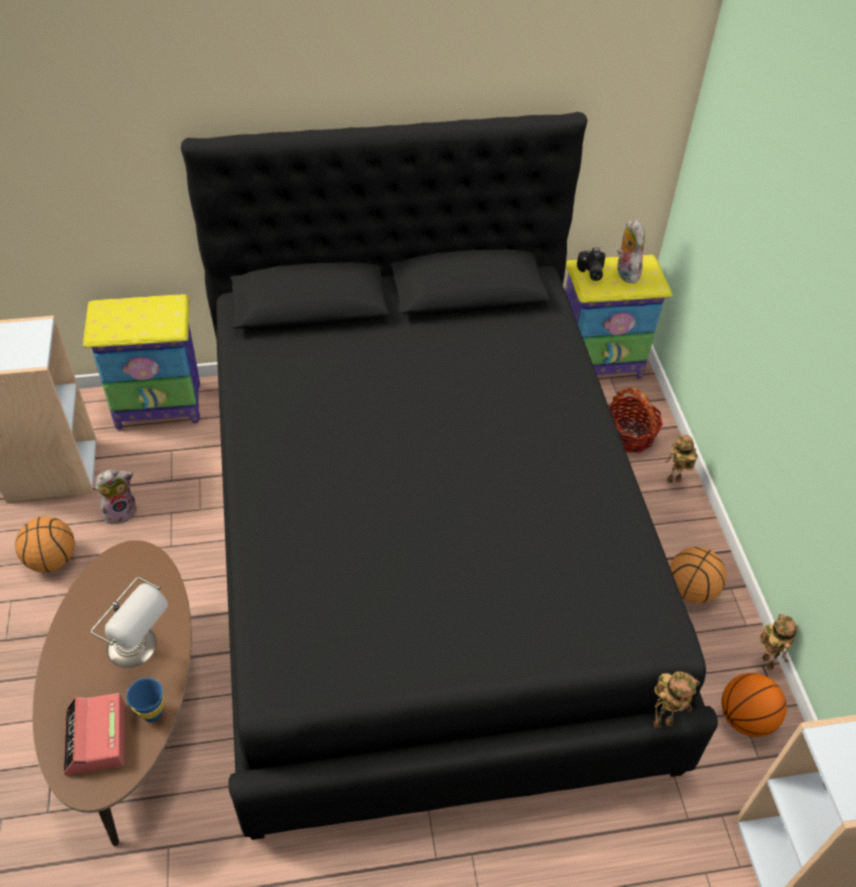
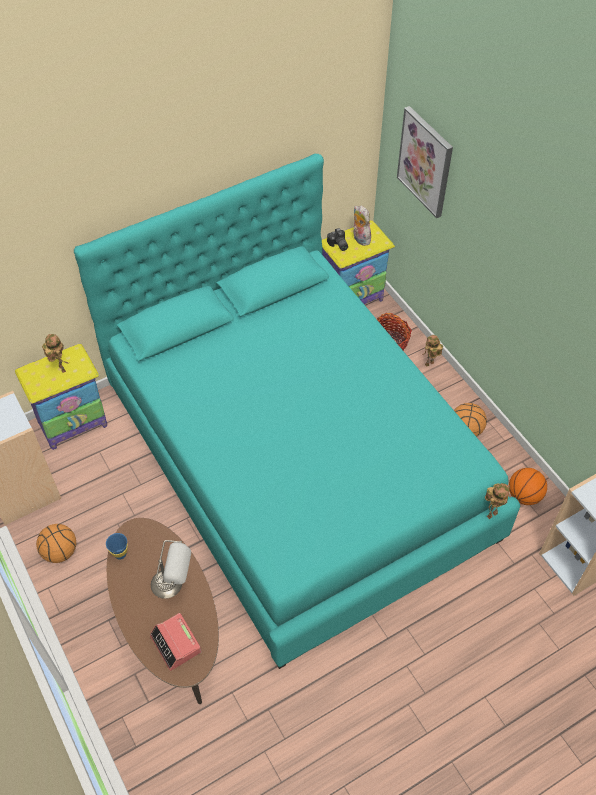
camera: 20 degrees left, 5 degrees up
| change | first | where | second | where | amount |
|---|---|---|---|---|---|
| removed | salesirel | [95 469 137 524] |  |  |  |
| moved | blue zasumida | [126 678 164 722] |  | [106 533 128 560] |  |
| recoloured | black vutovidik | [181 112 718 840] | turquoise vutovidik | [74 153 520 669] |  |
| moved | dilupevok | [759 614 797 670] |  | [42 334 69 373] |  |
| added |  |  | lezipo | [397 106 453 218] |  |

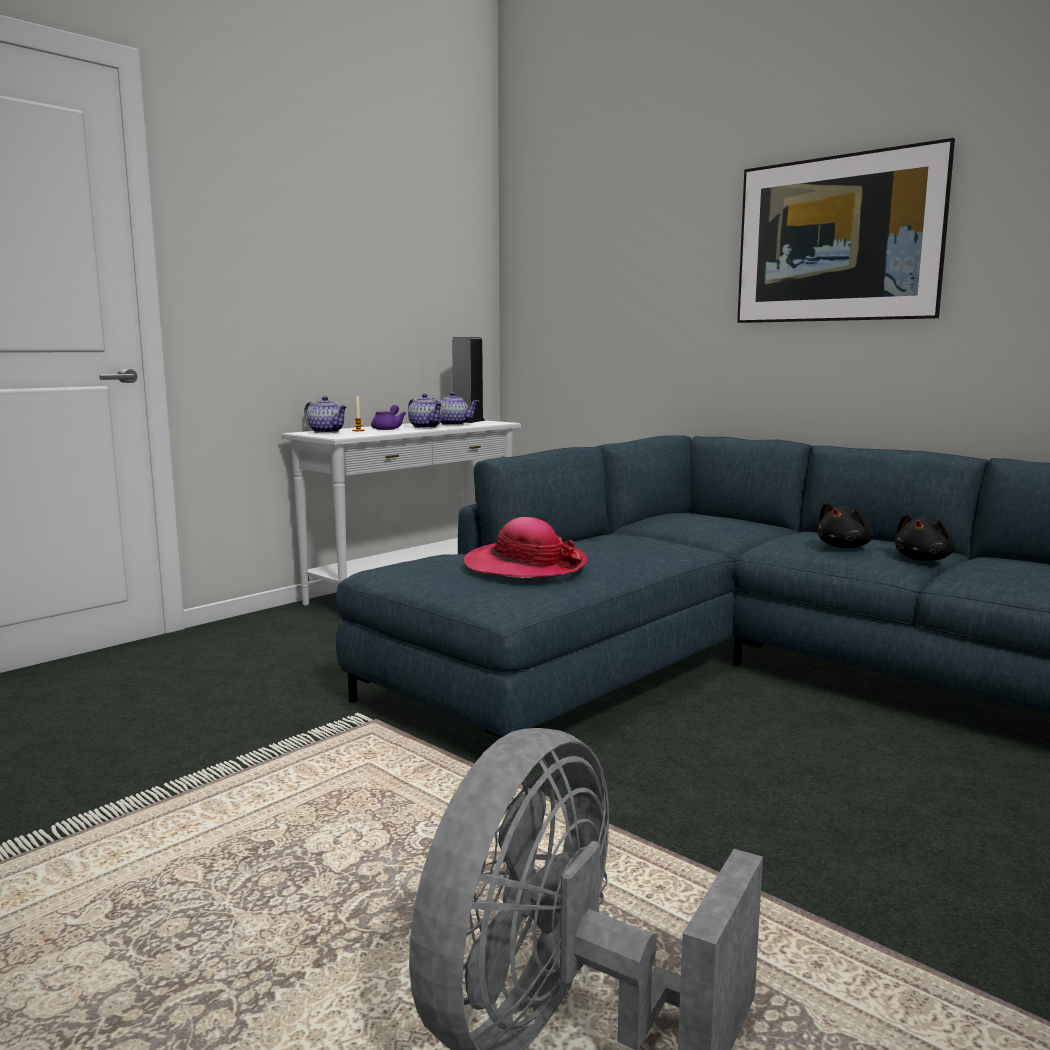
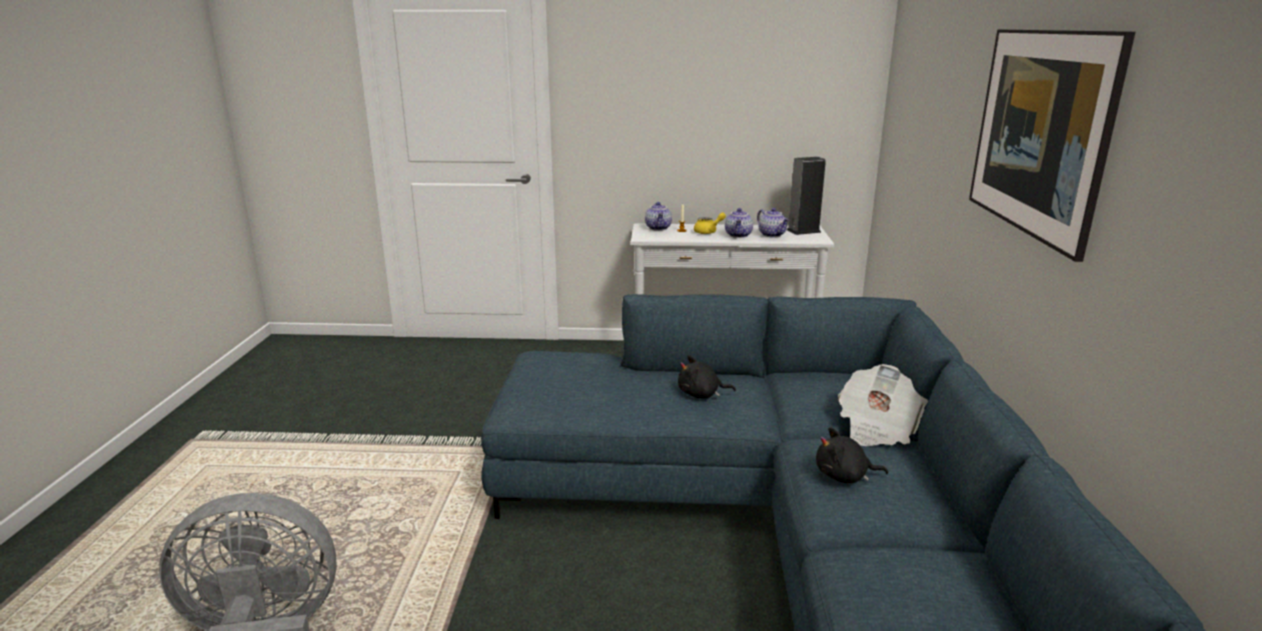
camera: 50 degrees right, 10 degrees up
| change | first | where | second | where | amount |
|---|---|---|---|---|---|
| recoloured | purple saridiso | [371 405 406 430] | yellow saridiso | [694 212 726 234] |  |
| removed | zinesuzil | [464 517 588 578] |  |  |  |
| moved | black salesirel | [895 514 955 561] |  | [678 355 736 399] |  |
| added |  |  | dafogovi | [838 364 928 446] |  |

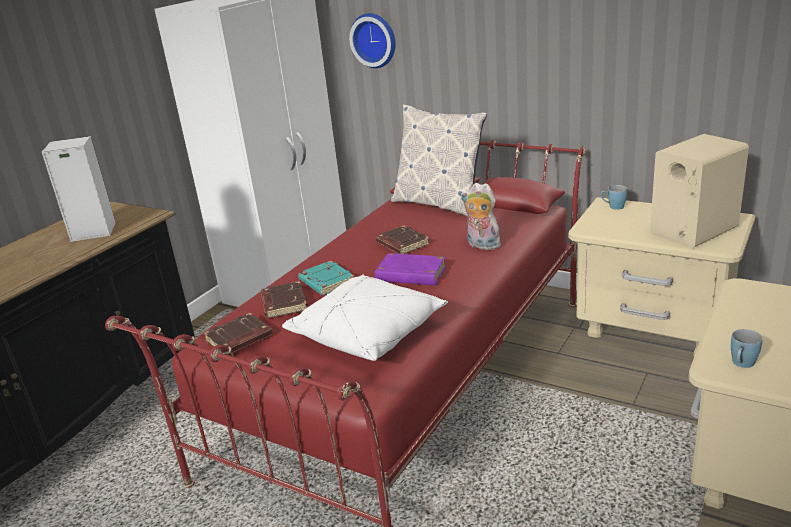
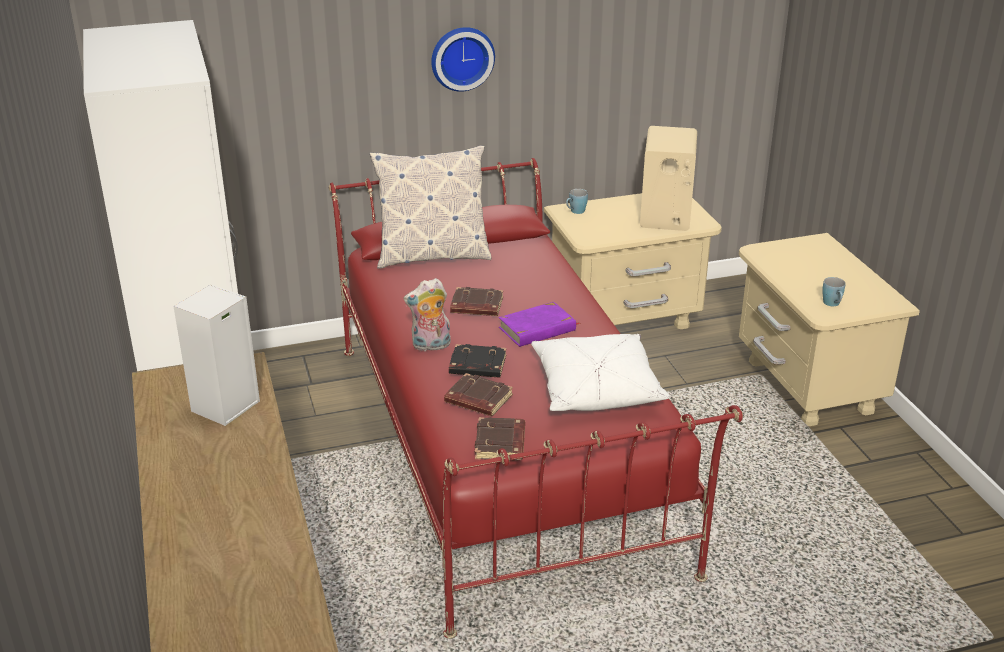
camera: 50 degrees left, 5 degrees up
| change | first | where | second | where | amount |
|---|---|---|---|---|---|
| recoloured | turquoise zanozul | [298 260 355 295] | black zanozul | [449 344 506 378] |  |
| moved | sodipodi | [349 13 396 68] |  | [431 27 495 92] |  |
| moved | salesirel | [461 183 503 250] |  | [403 278 451 351] |  |

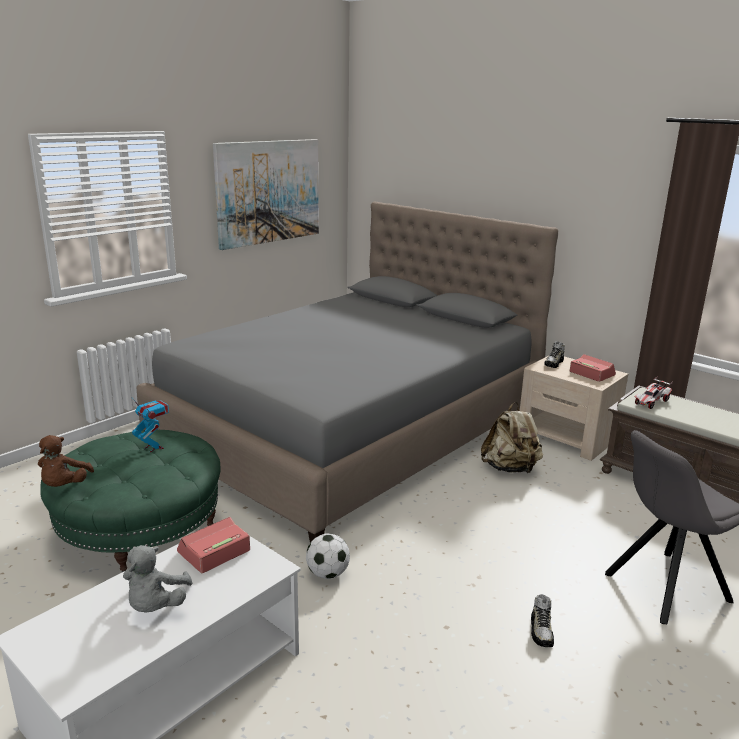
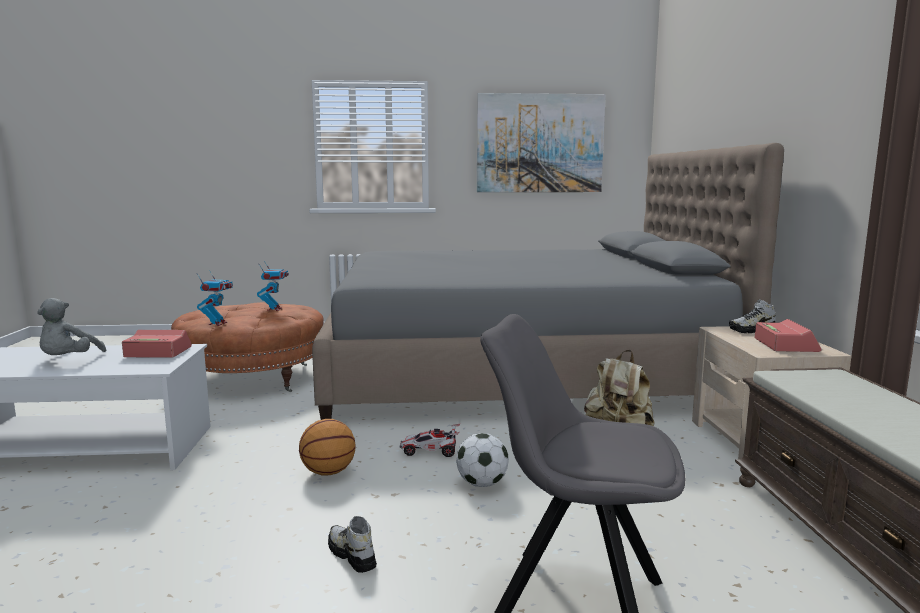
camera: 45 degrees right, 10 degrees down
| change | first | where | second | where | amount |
|---|---|---|---|---|---|
| removed | brown salesirel | [38 435 94 487] |  |  |  |
| recoloured | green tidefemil | [40 430 221 572] | brown tidefemil | [171 302 324 392] |  |
| turned | grey salesirel | [123 545 192 613] |  | [37 298 106 355] | 45 degrees counterclockwise |
| moved | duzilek | [306 533 350 579] |  | [456 433 509 487] |  |
| turned | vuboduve | [531 594 554 647] |  | [328 516 377 573] | 90 degrees clockwise |
| moved | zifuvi | [635 377 673 409] |  | [400 424 460 457] |  |
| added |  |  | dilupevok | [197 270 233 326] |  |
| added |  |  | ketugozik | [299 419 355 476] |  |

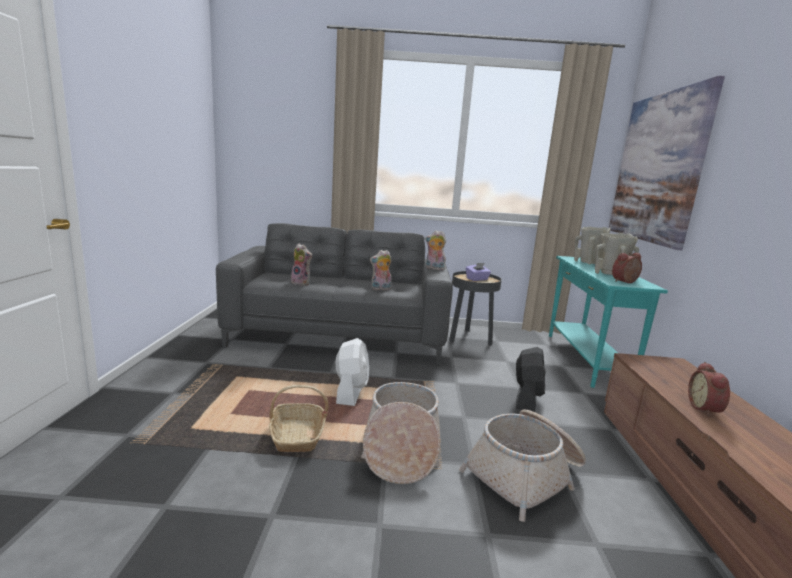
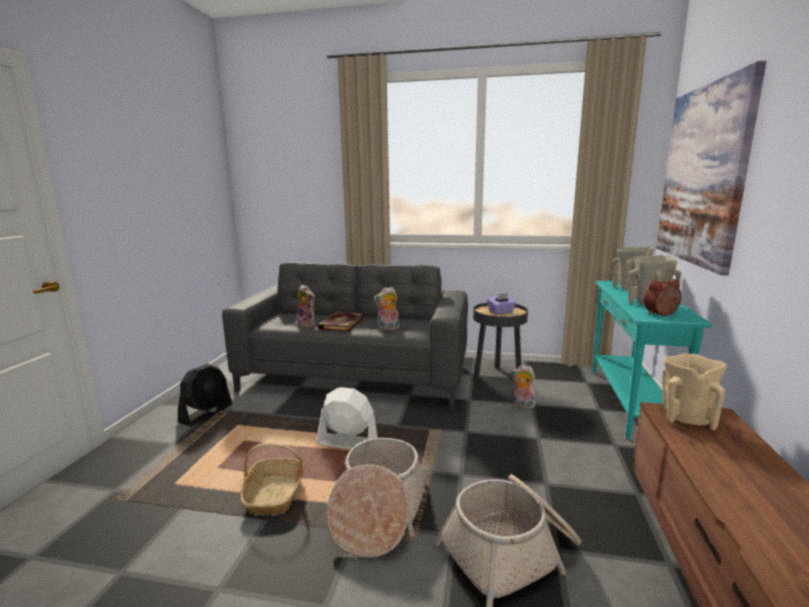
camera: 10 degrees right, 0 degrees up
| change | first | where | second | where | amount |
|---|---|---|---|---|---|
| turned | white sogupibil | [336 338 369 406] |  | [317 387 378 449] | 90 degrees counterclockwise |
| moved | salesirel | [425 230 446 270] |  | [510 365 535 409] |  |
| moved | black sogupibil | [516 347 546 412] |  | [178 364 232 427] |  |
| removed | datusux | [688 362 730 417] |  |  |  |
| added |  |  | zanozul | [318 312 364 332] |  |
| added |  |  | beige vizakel | [662 353 727 430] |  |

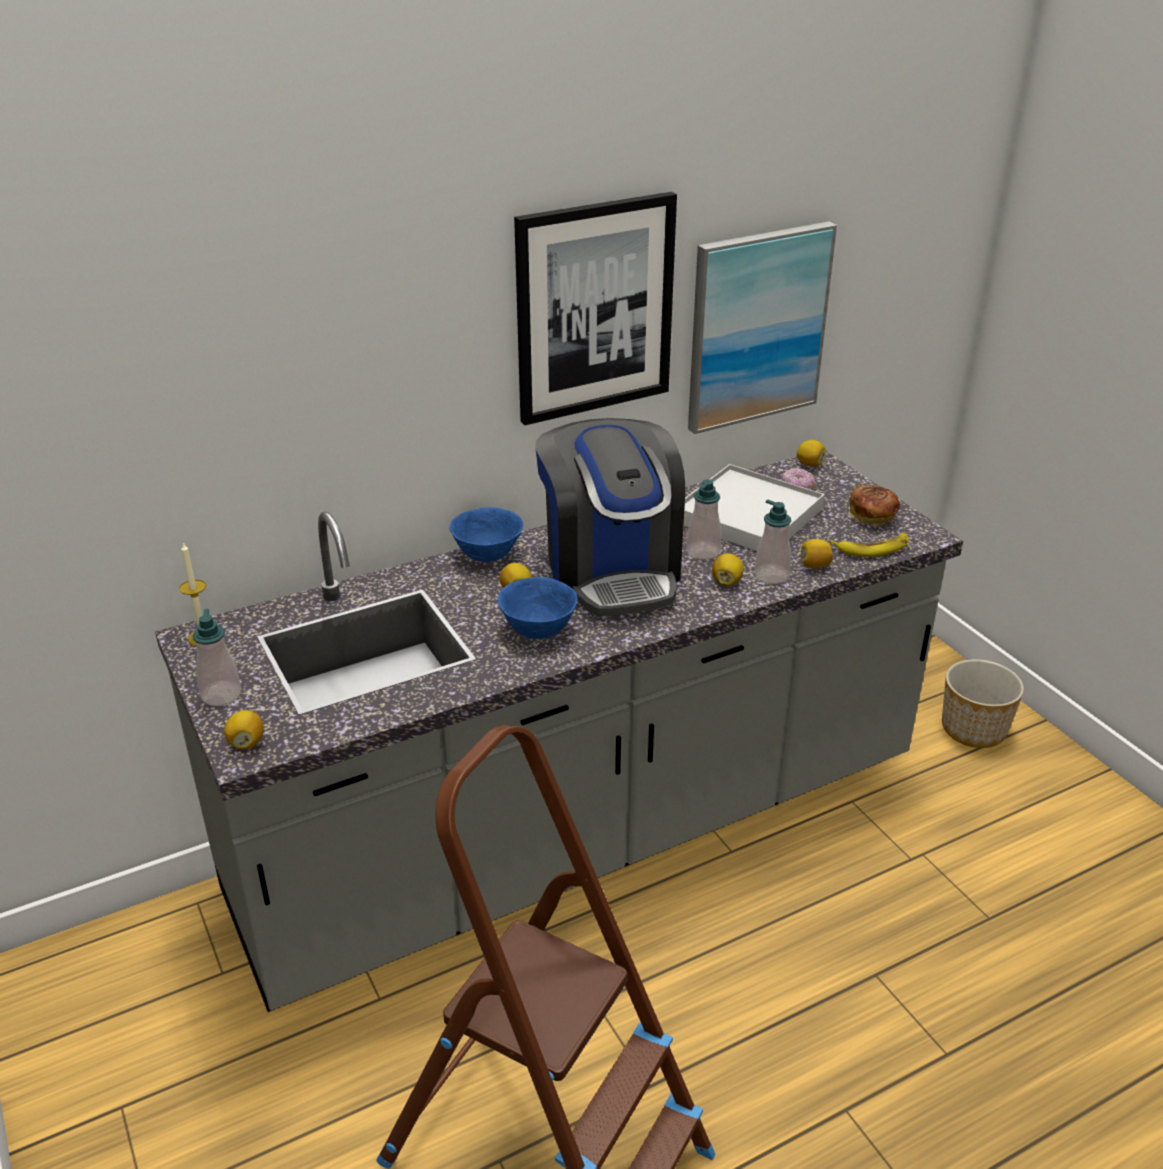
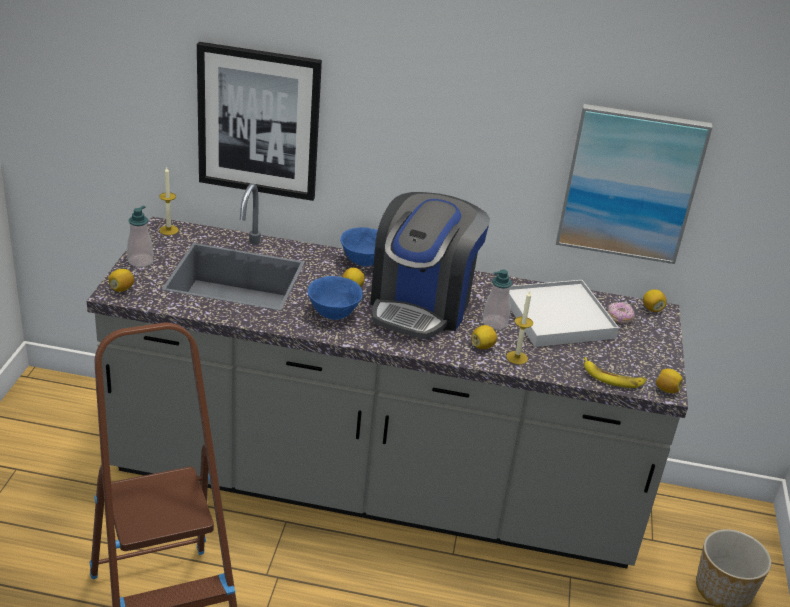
camera: 35 degrees right, 0 degrees up
| change | first | where | second | where | amount |
|---|---|---|---|---|---|
| moved | lezipo | [514 192 677 425] |  | [197 42 322 201] |  |
| replaced | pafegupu | [755 500 791 584] | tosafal | [506 291 533 364] |  |
| moved | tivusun | [801 539 833 568] |  | [656 369 683 393] |  |
| removed | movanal | [848 485 900 526] |  |  |  |

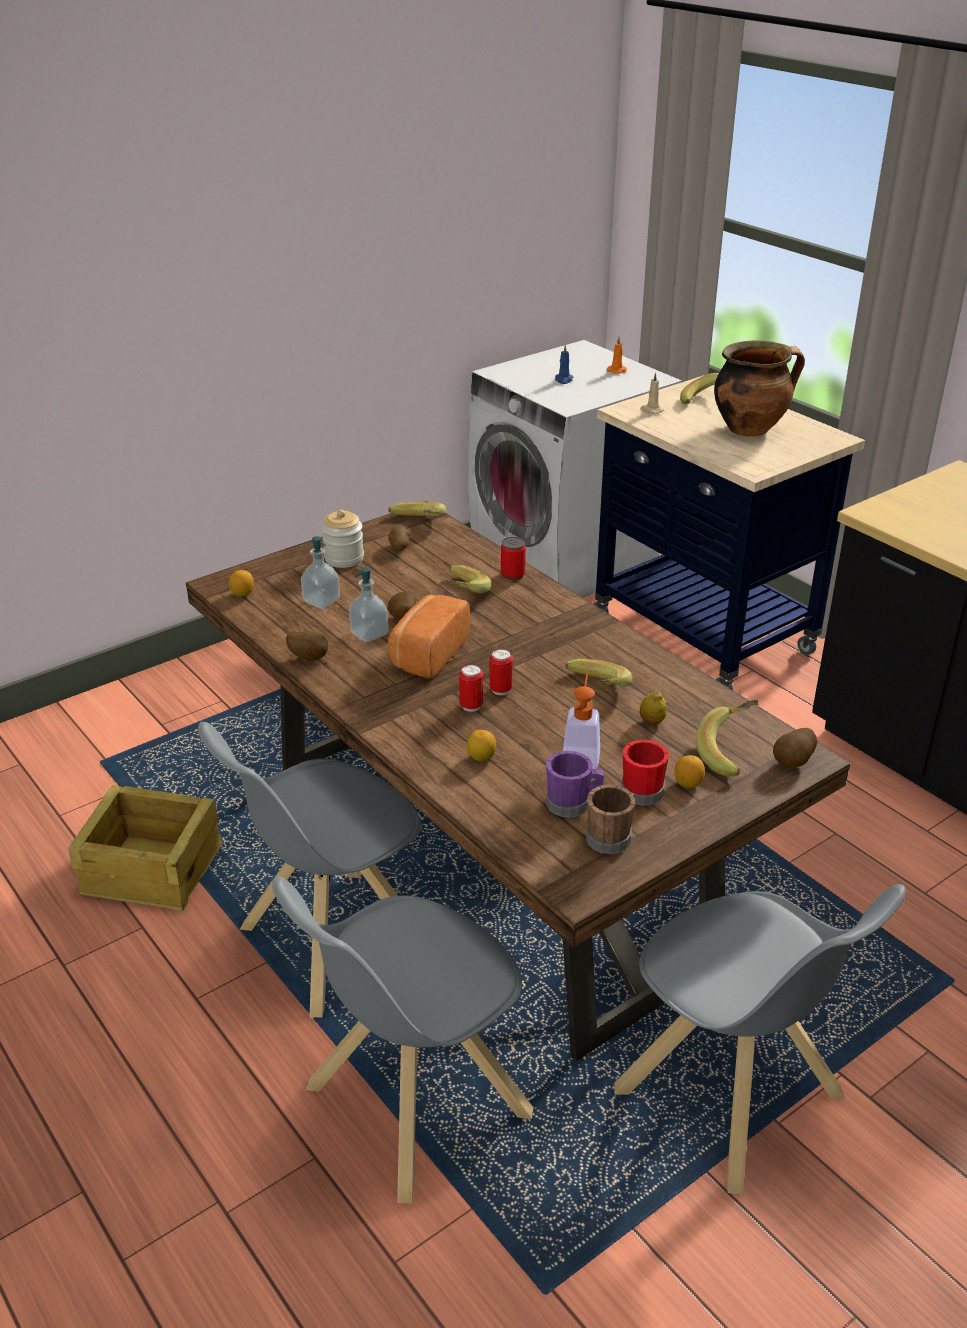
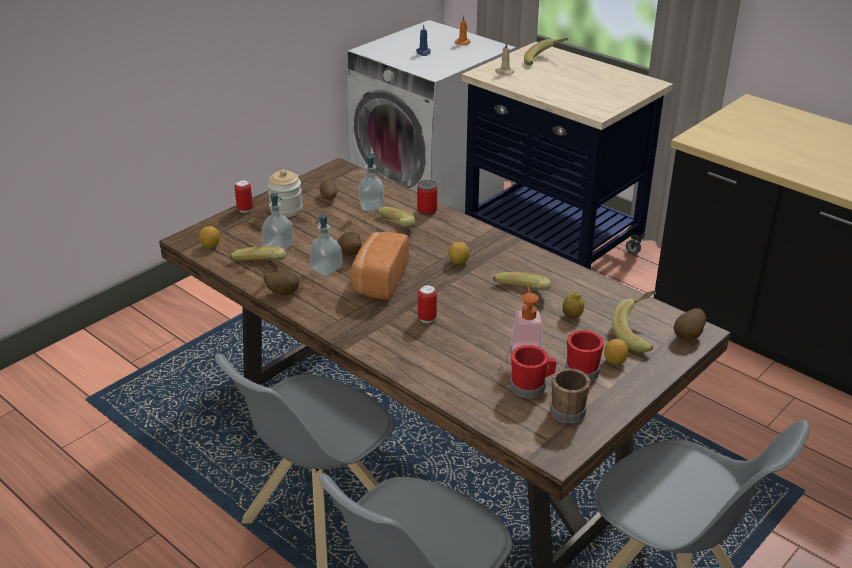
camera: 10 degrees left, 0 degrees up
| change | first | where | second | where | amount |
|---|---|---|---|---|---|
| removed | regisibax | [68 785 223 911] |  |  |  |
| moved | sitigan | [388 502 446 517] |  | [230 246 286 260] |  |
| moved | tivusun | [467 730 496 761] |  | [449 242 469 264] |  |
| moved | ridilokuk | [489 649 513 695] |  | [234 180 253 213] |  |
| recoloured | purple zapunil | [546 751 604 818] | red zapunil | [510 345 557 398] |  |
| removed | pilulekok | [714 340 805 437] |  |  |  |
| added |  |  | pafegupu | [359 155 384 211] |  |

